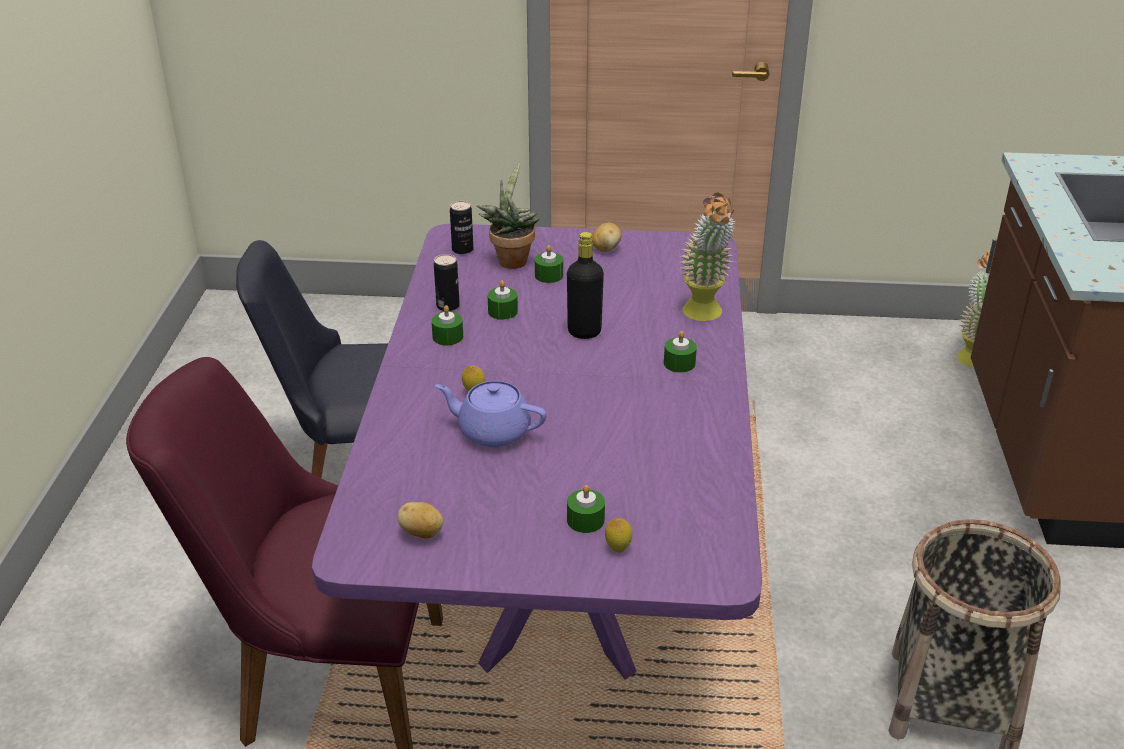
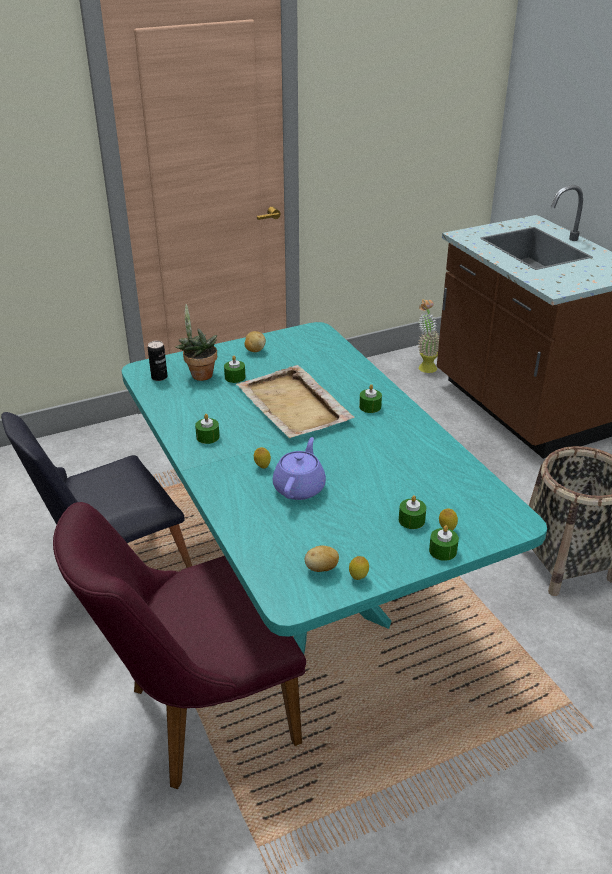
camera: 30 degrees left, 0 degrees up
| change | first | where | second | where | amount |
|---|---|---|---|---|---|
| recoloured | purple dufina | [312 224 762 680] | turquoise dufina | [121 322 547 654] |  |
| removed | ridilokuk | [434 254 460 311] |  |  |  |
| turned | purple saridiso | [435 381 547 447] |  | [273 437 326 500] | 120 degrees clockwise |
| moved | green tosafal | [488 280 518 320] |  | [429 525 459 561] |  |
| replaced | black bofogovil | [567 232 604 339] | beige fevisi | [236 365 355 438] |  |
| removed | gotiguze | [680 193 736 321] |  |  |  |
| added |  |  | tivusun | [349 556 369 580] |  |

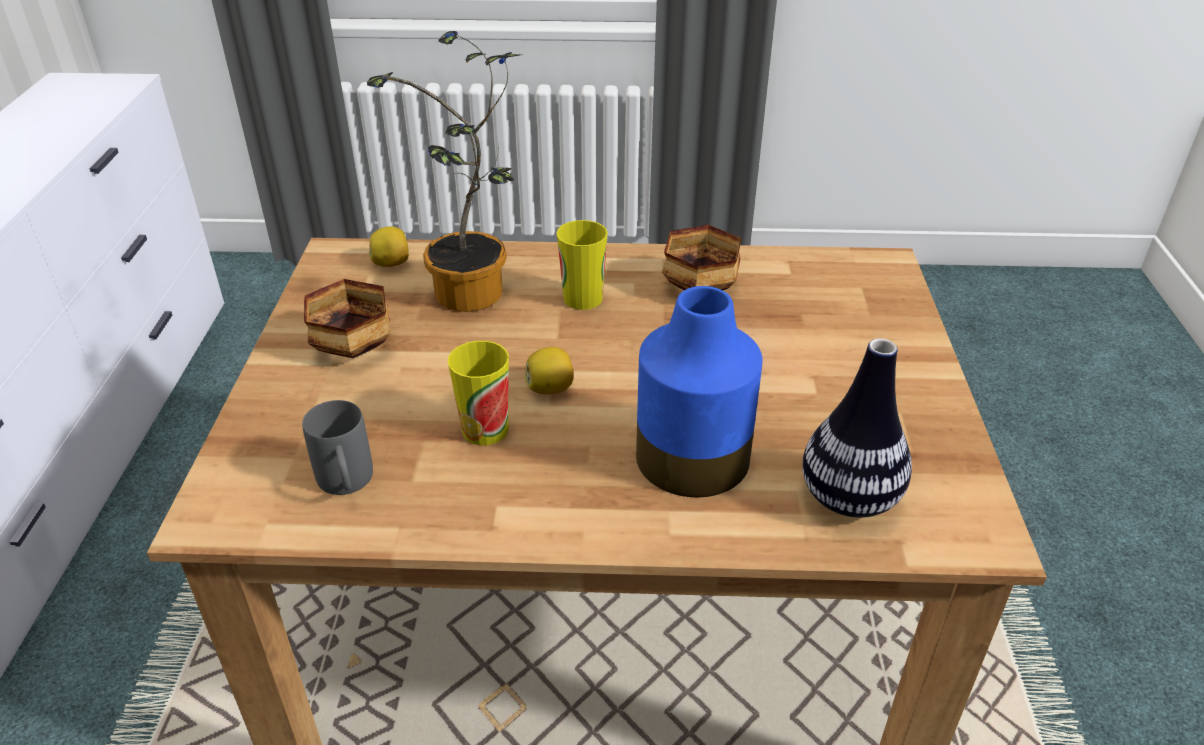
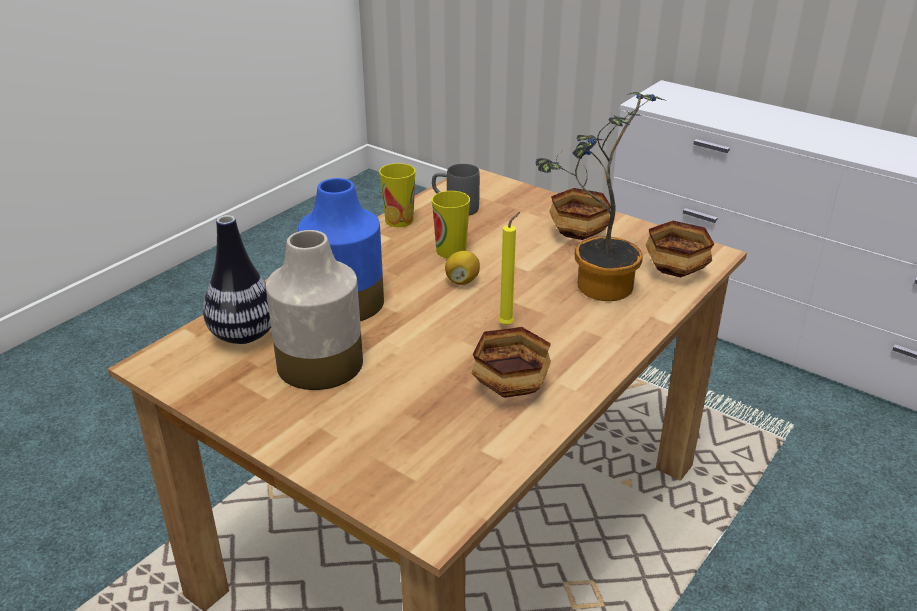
camera: 125 degrees right, 5 degrees down
| change | first | where | second | where | amount |
|---|---|---|---|---|---|
| replaced | tivusun | [369 226 409 267] | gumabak | [646 221 714 277] |  |
| moved | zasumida | [556 220 608 310] |  | [379 163 416 227] |  |
| added |  |  | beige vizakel | [266 230 363 390] |  |
| added |  |  | yellow tosafal | [499 212 520 325] |  |

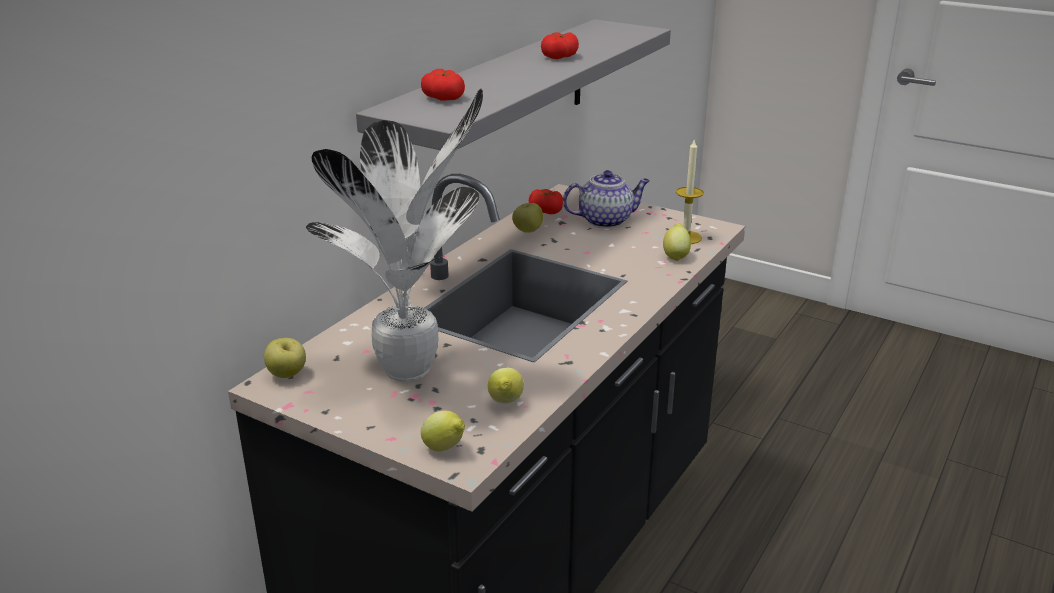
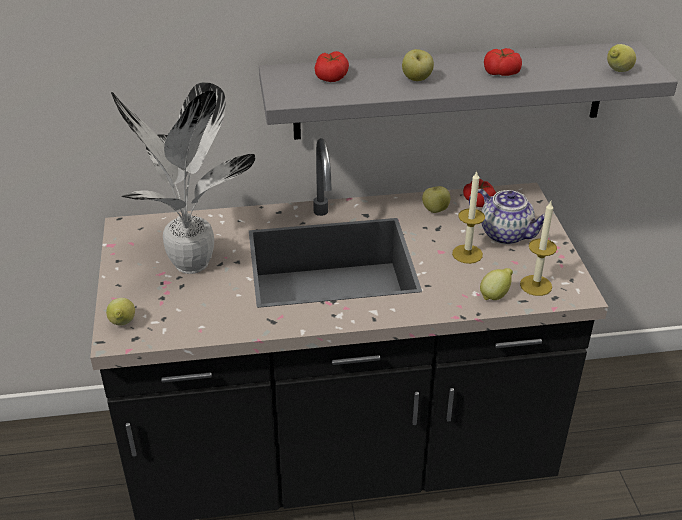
camera: 50 degrees right, 10 degrees up
| change | first | where | second | where | amount |
|---|---|---|---|---|---|
| moved | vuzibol | [264 338 306 378] |  | [402 49 434 81] |  |
| moved | tivusun | [488 368 524 404] |  | [607 44 636 72] |  |
| added |  |  | tosafal | [452 171 485 264] |  |

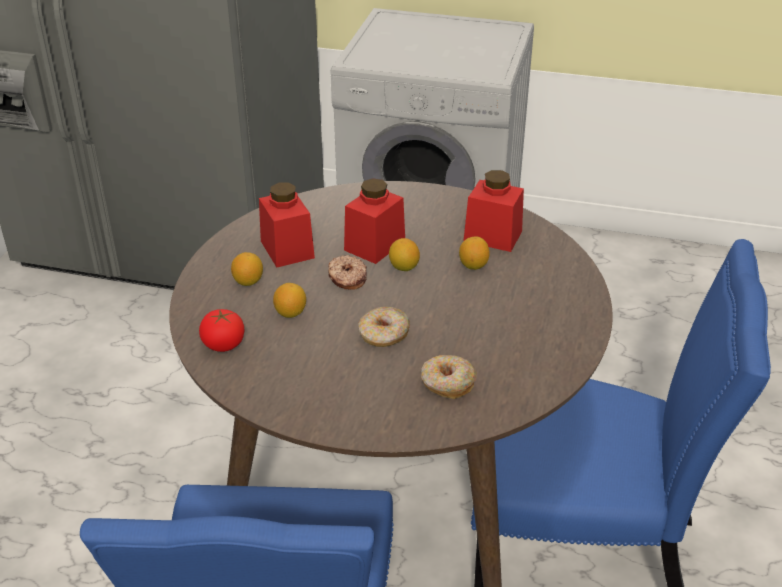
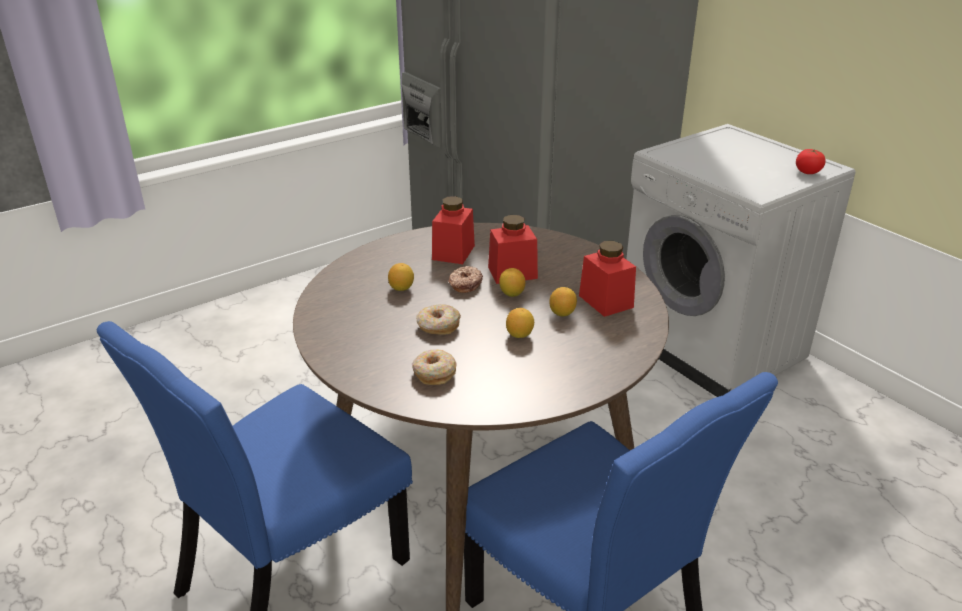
camera: 40 degrees right, 5 degrees down
| change | first | where | second | where | amount |
|---|---|---|---|---|---|
| moved | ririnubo | [199 309 244 352] |  | [796 149 826 174] |  |
| moved | tivusun | [231 252 263 286] |  | [506 308 534 338] |  |

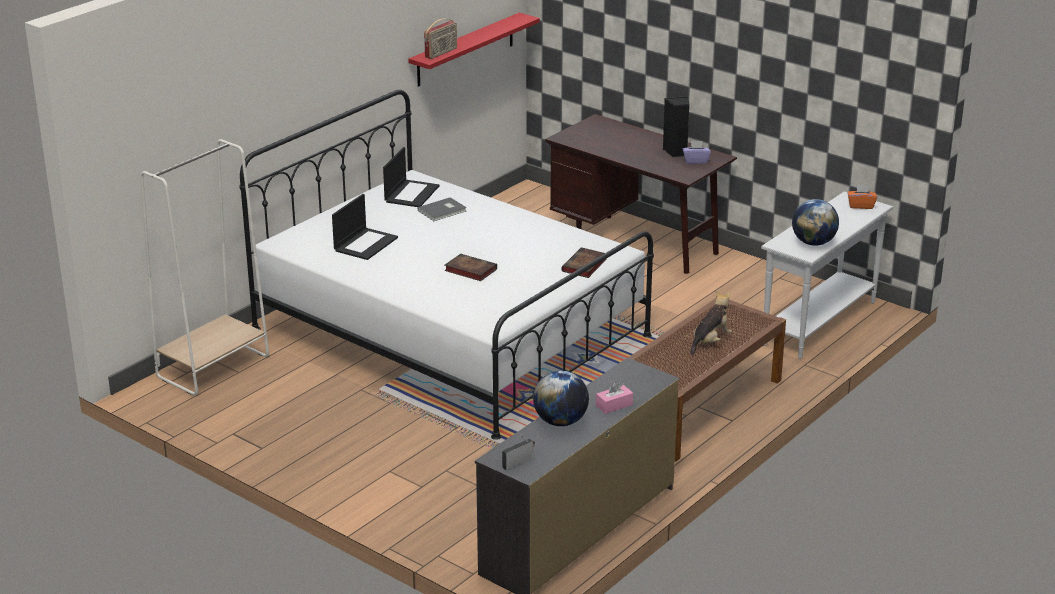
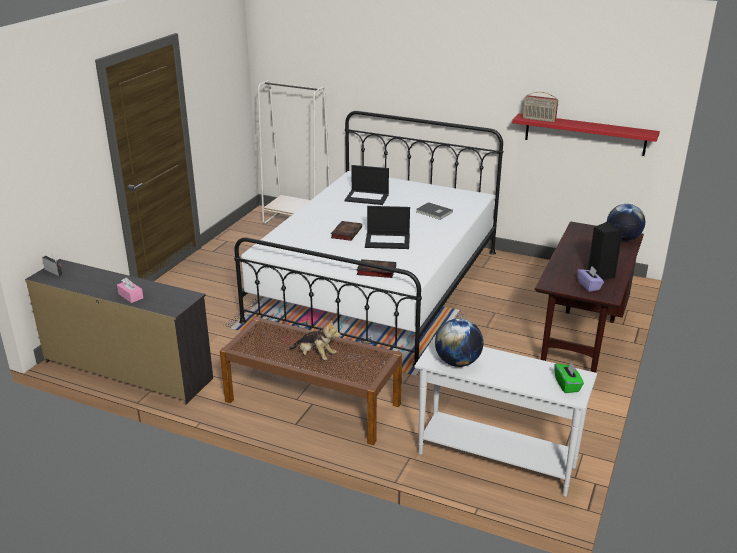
camera: 75 degrees right, 0 degrees up
| change | first | where | second | where | amount |
|---|---|---|---|---|---|
| moved | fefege | [383 147 439 207] |  | [365 206 410 249] |  |
| moved | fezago | [533 371 589 426] |  | [607 204 645 241] |  |
| recoloured | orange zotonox | [847 185 877 209] | green zotonox | [554 361 584 393] |  |

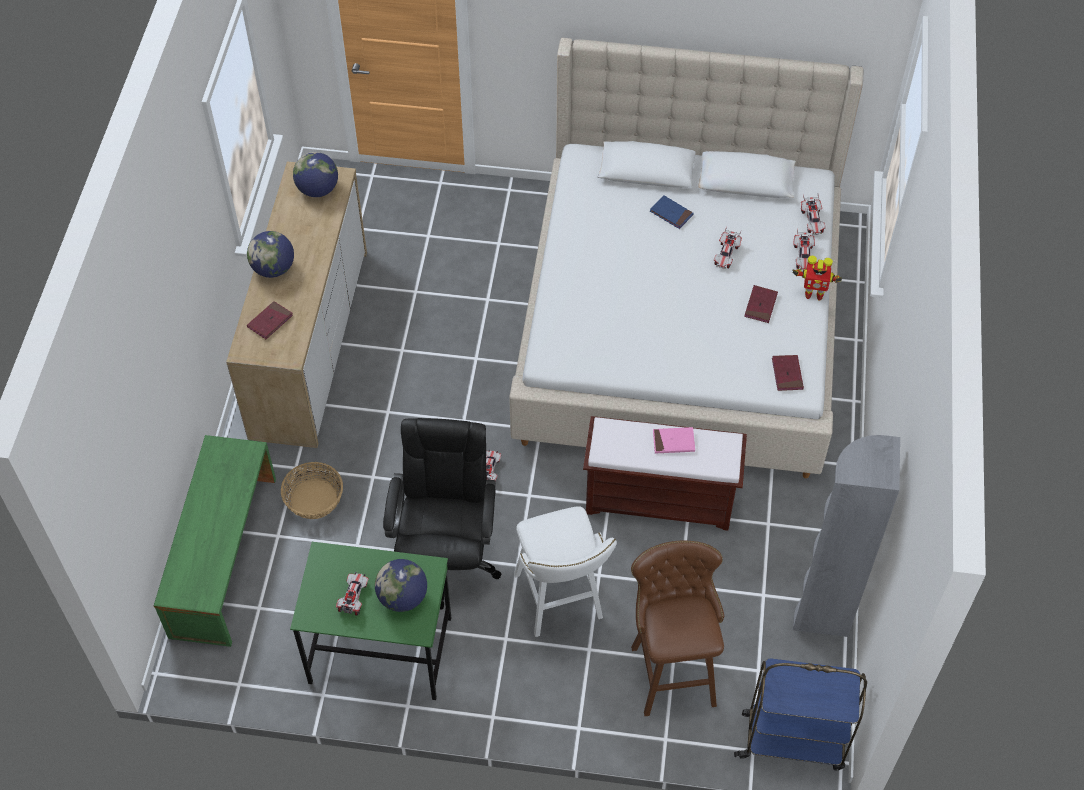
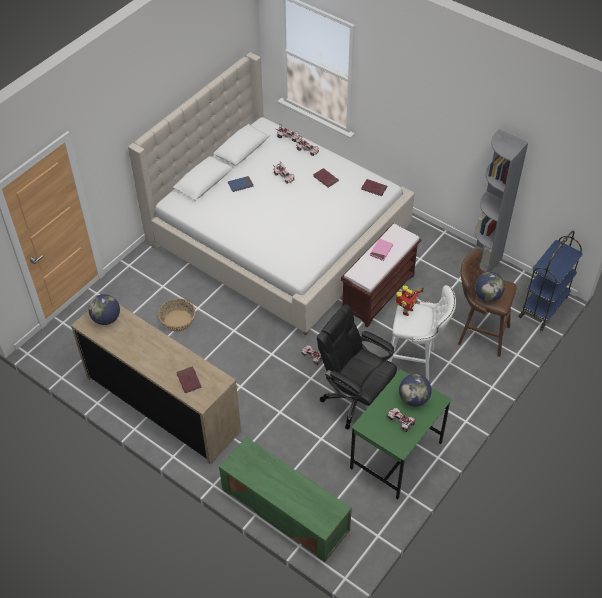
camera: 60 degrees left, 5 degrees down
| change | first | where | second | where | amount |
|---|---|---|---|---|---|
| moved | fezago | [247 231 294 278] |  | [475 272 505 302] |  |
| moved | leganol | [281 462 343 519] |  | [158 298 196 332] |  |
| moved | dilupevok | [792 256 842 301] |  | [395 286 424 316] |  |

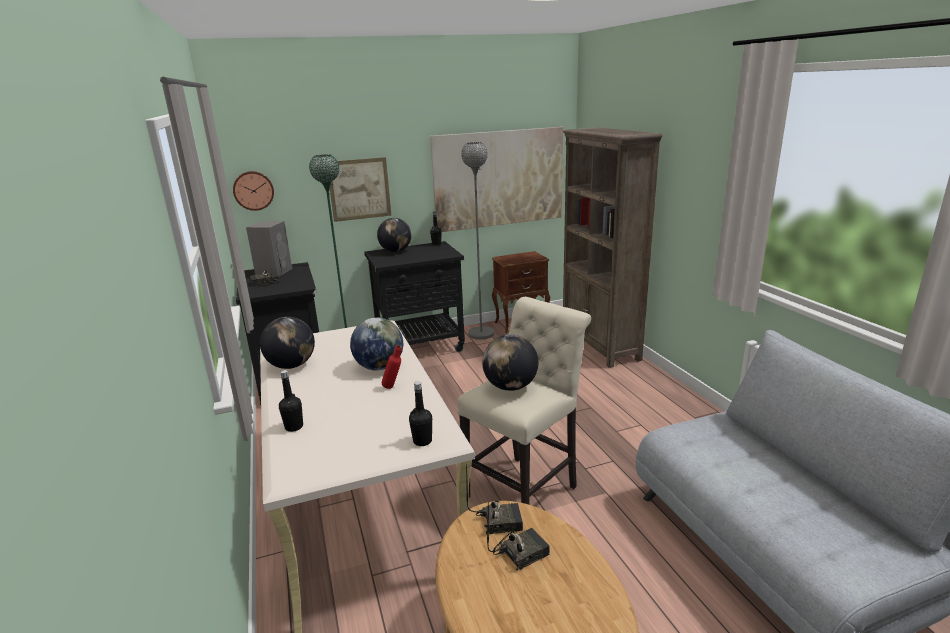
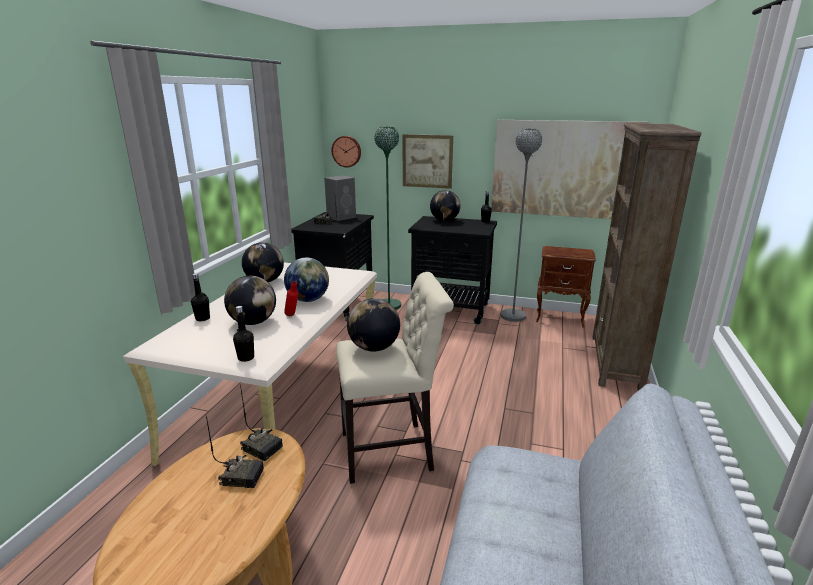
camera: 35 degrees right, 0 degrees up
| change | first | where | second | where | amount |
|---|---|---|---|---|---|
| added |  |  | fezago | [224 276 276 325] |  |

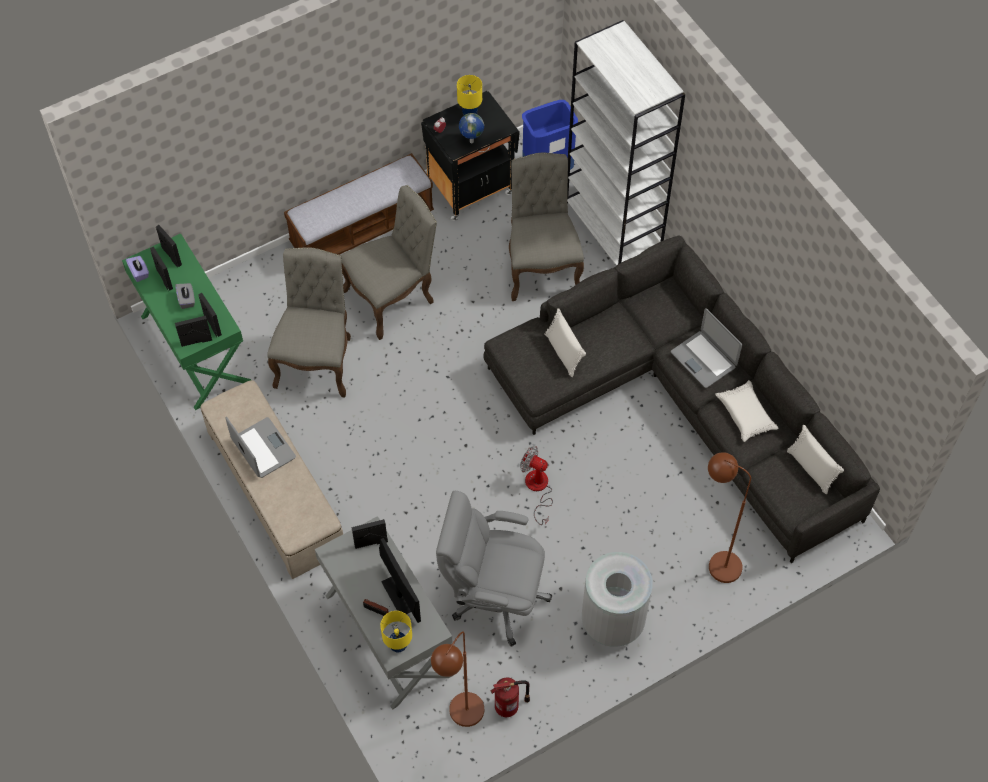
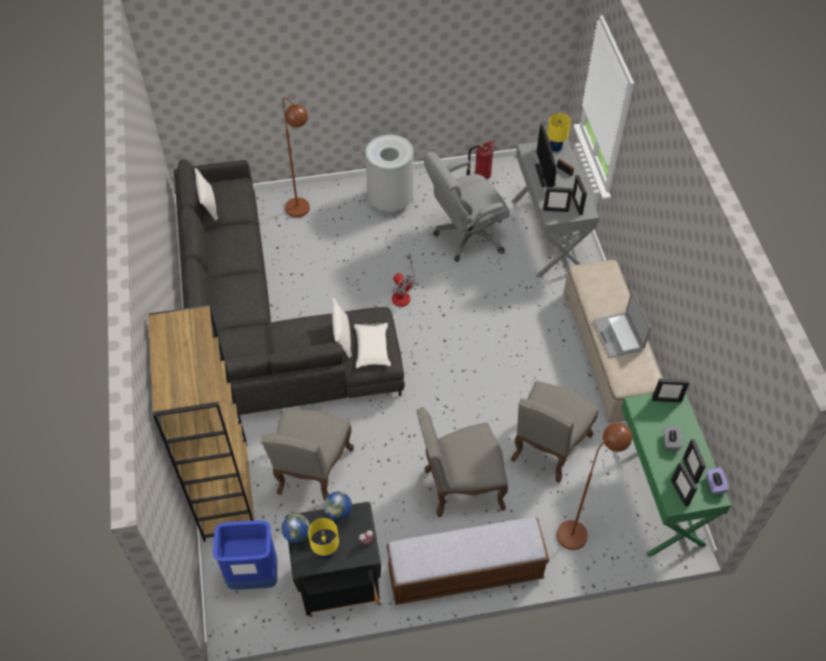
camera: 160 degrees left, 5 degrees down
| change | first | where | second | where | amount |
|---|---|---|---|---|---|
| moved | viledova | [198 293 222 337] |  | [572 175 587 215] |  |
| moved | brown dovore | [431 632 484 727] |  | [557 422 632 550] |  |
| turned | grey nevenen | [436 491 552 647] |  | [424 151 510 262] | 120 degrees clockwise |
| recoloured | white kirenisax | [567 20 685 266] | brown kirenisax | [149 305 255 542] |  |
| removed | fefege | [671 308 742 388] |  |  |  |
| moved | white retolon | [715 380 778 442] |  | [354 323 391 368] |  |
| added |  |  | fezago | [282 514 310 543] |  |

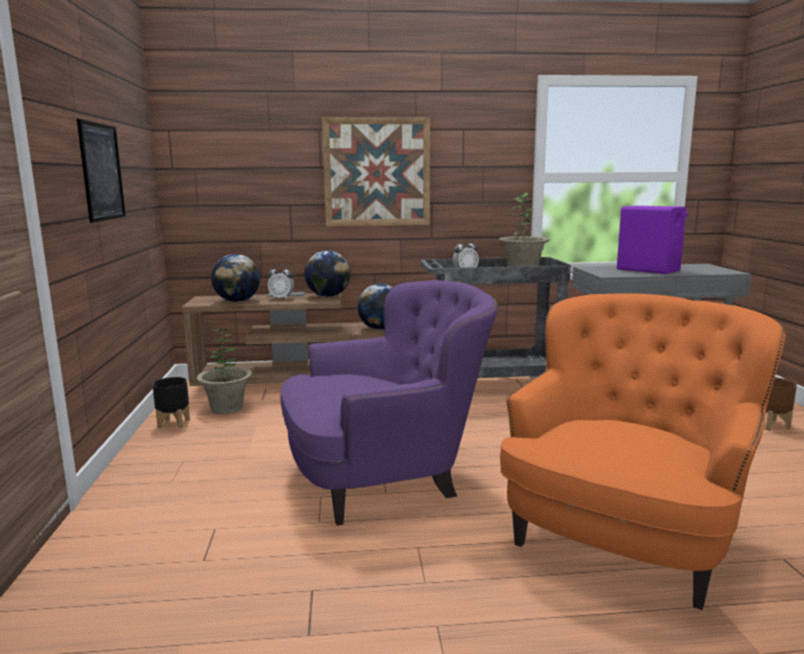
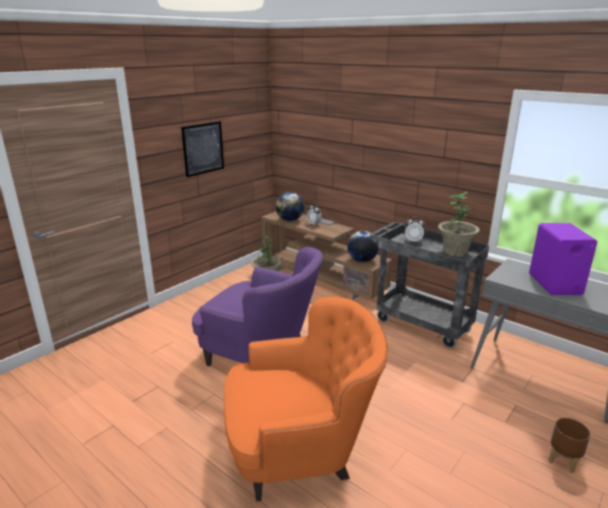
camera: 45 degrees right, 10 degrees up
| change | first | where | second | where | amount |
|---|---|---|---|---|---|
| removed | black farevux | [152 377 190 429] |  |  |  |
| removed | fezago | [304 251 351 297] |  |  |  |
| removed | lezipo | [322 117 430 226] |  |  |  |

